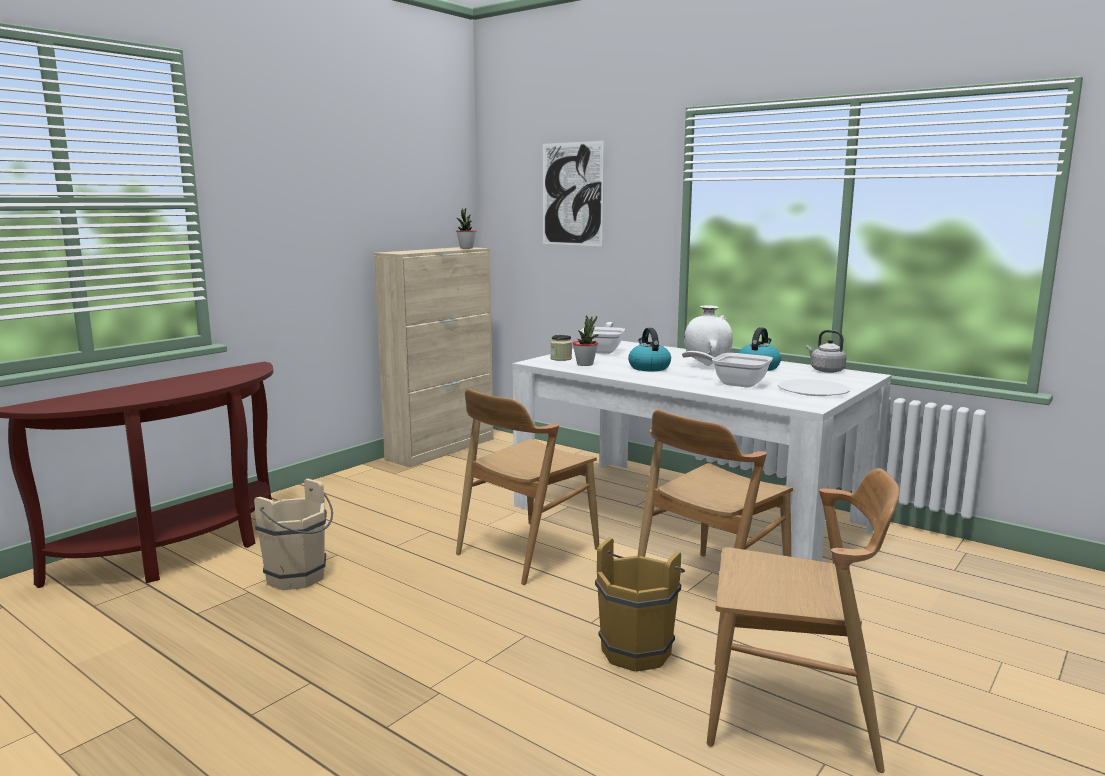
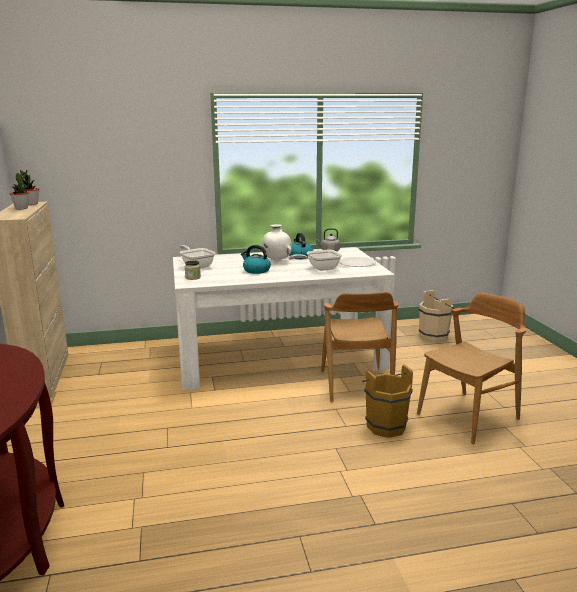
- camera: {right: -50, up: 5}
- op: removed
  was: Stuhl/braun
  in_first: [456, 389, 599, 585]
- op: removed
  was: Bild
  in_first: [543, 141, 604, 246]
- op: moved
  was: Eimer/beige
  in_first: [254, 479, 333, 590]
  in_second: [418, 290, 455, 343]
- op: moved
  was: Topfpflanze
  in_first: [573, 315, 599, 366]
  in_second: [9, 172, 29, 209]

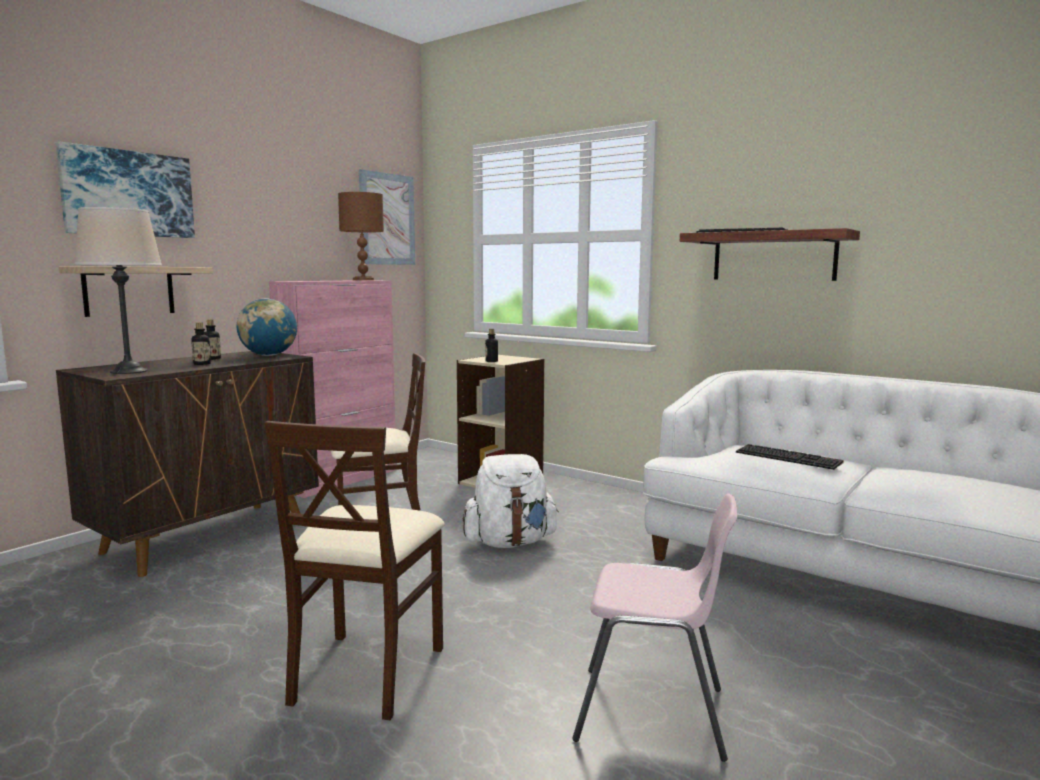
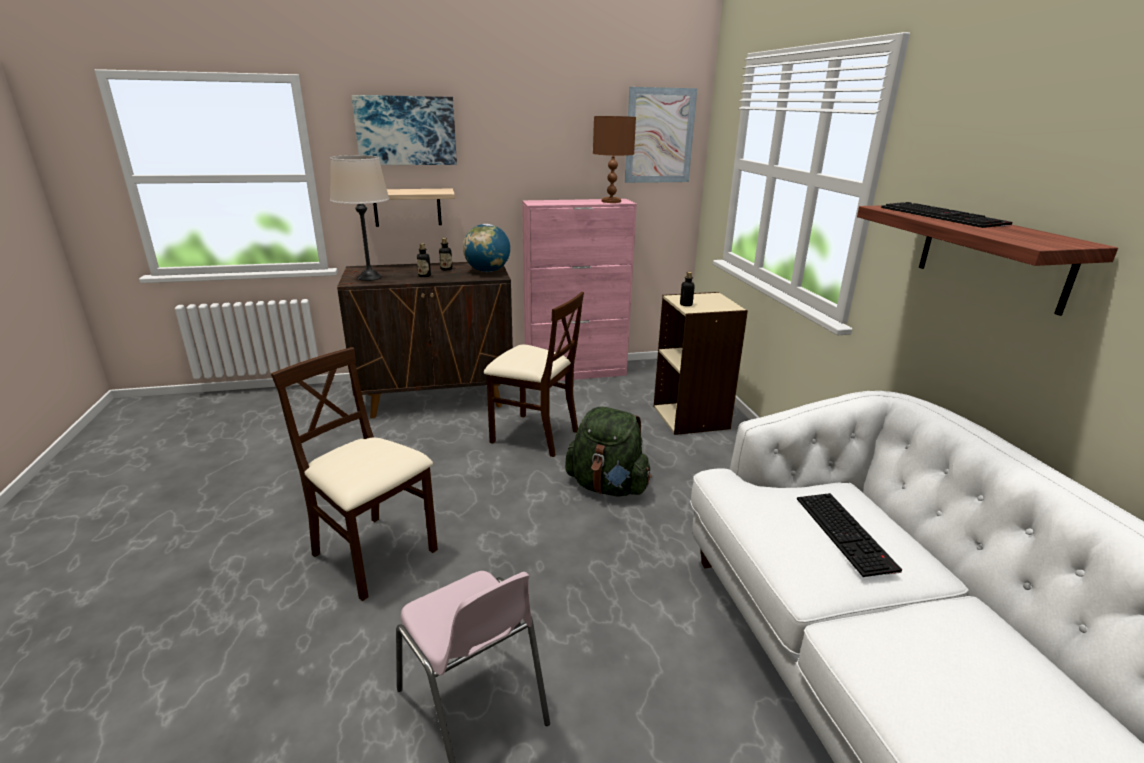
- camera: {right: 40, up: 15}
- op: recoloured
  was: Rucksack/weiß
  now: Rucksack/grün
  in_first: [463, 454, 559, 548]
  in_second: [565, 407, 652, 497]
- op: turned
  was: Stuhl/beige
  in_first: [265, 421, 445, 720]
  in_second: [271, 347, 438, 601]
  clockwise: 75

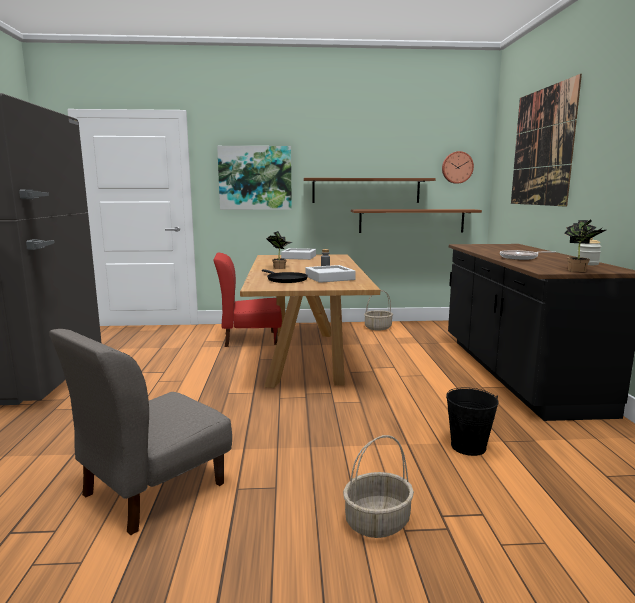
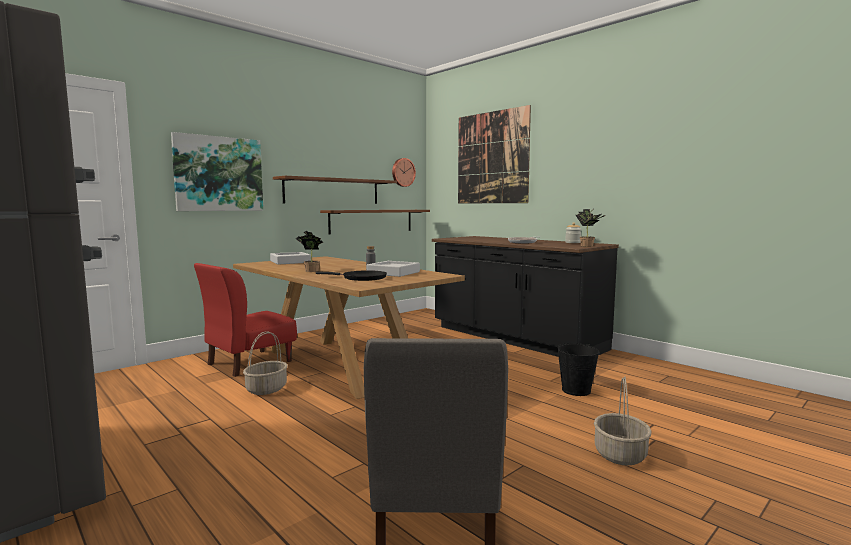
- camera: {right: -40, up: -5}
- op: moved
  was: Korb
  in_first: [364, 290, 393, 330]
  in_second: [243, 331, 288, 395]

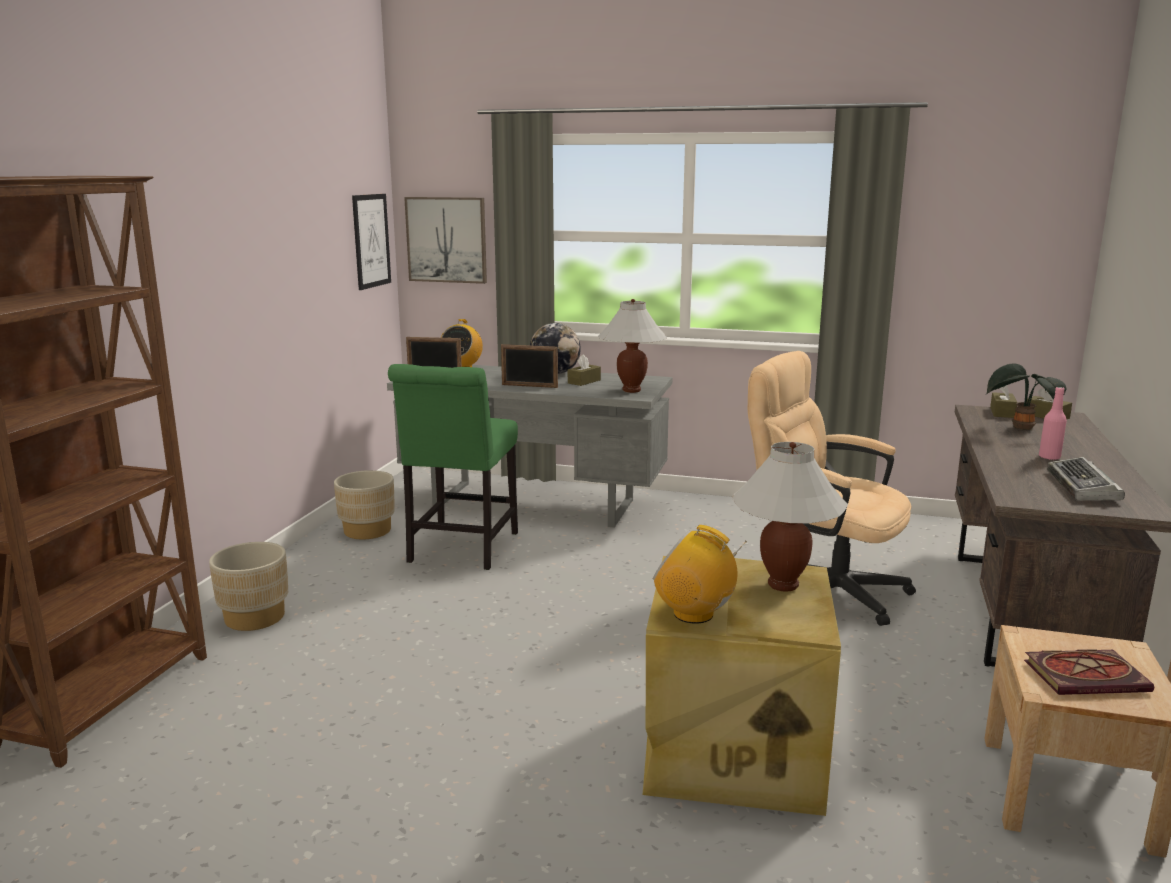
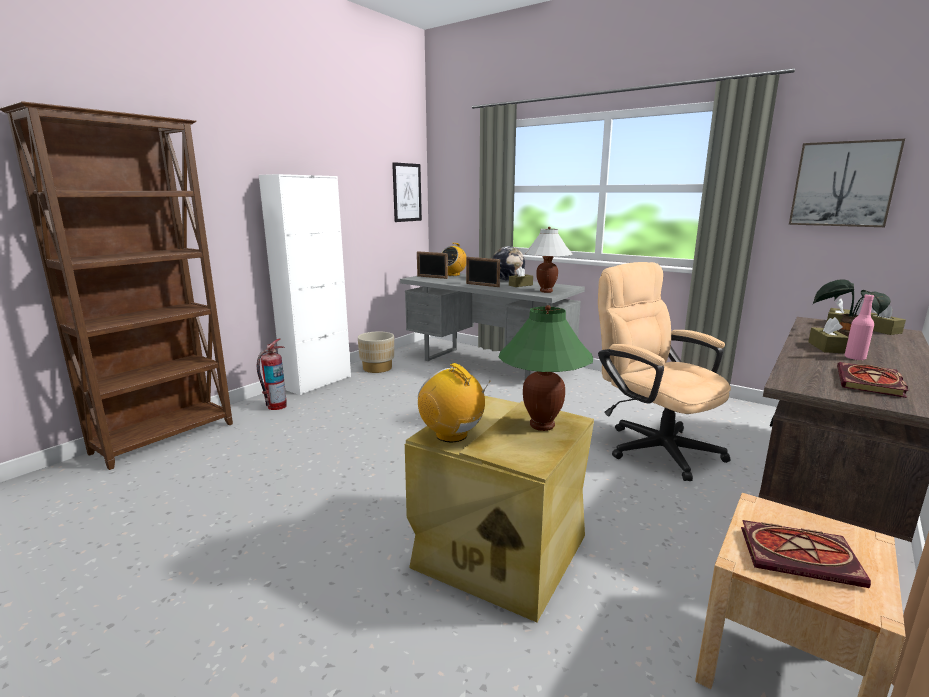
- camera: {right: 20, up: 0}
- op: removed
  was: Stuhl/grün
  in_first: [388, 364, 518, 570]
- op: added
  now: Schrank/weiß
  in_second: [259, 174, 351, 395]
- op: added
  now: Taschentuchbox/braun
  in_second: [808, 317, 848, 354]
- op: moved
  was: Bild
  in_first: [404, 197, 487, 284]
  in_second: [789, 139, 905, 227]
- op: replaced
  was: Pflanzkübel/beige
  now: Feuerlöscher
  in_first: [209, 542, 288, 631]
  in_second: [257, 339, 287, 410]
- op: replaced
  was: Tastatur
  now: Buch
  in_first: [1047, 457, 1125, 501]
  in_second: [837, 362, 908, 398]
- op: recoloured
  was: Tischlampe/weiß
  now: Tischlampe/grün
  in_first: [732, 442, 848, 592]
  in_second: [499, 305, 593, 431]

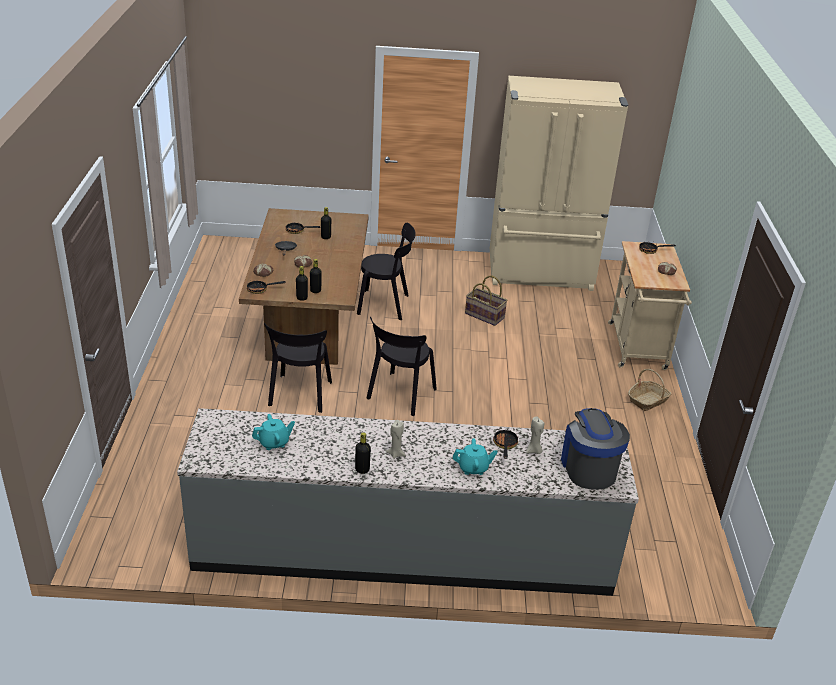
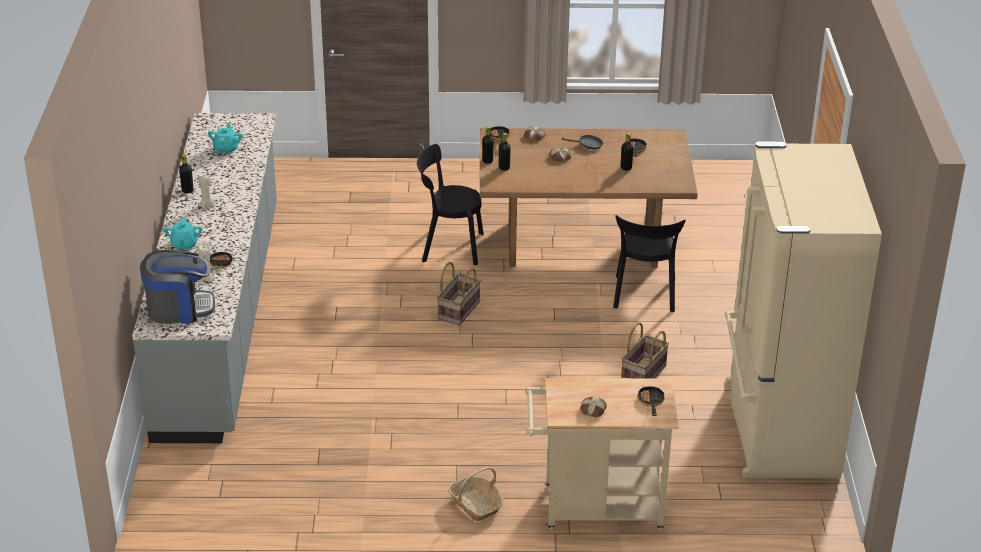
- camera: {right: 90, up: 0}
- op: replaced
  was: Stuhl/schwarz
  now: Korb
  in_first: [366, 317, 437, 416]
  in_second: [437, 262, 481, 326]
- op: turned
  was: Teekanne/türkis
  in_first: [252, 414, 295, 450]
  in_second: [208, 124, 243, 154]
  clockwise: -150

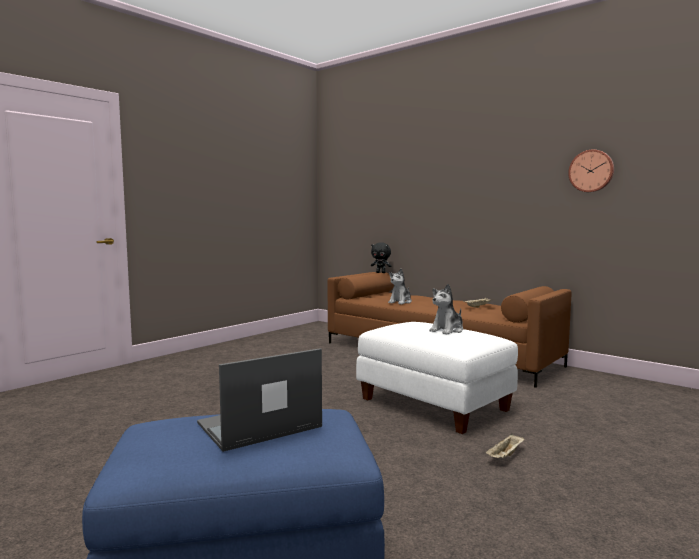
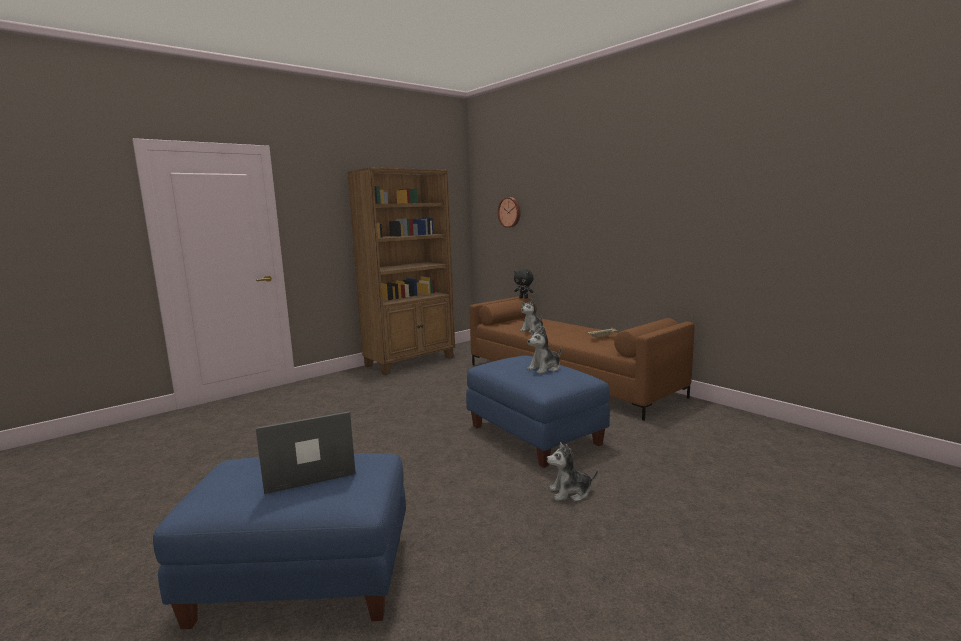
- camera: {right: 10, up: 5}
- op: added
  now: Bücherregal/braun
  in_second: [347, 167, 455, 375]
- op: moved
  was: Wanduhr
  in_first: [568, 149, 614, 192]
  in_second: [497, 197, 521, 228]
- op: replaced
  was: Tablett/beige
  now: Plüschtier
  in_first: [485, 433, 524, 458]
  in_second: [547, 442, 598, 502]
- op: recoloured
  was: Polsterhocker/weiß
  now: Polsterhocker/blau
  in_first: [356, 322, 518, 434]
  in_second: [466, 355, 610, 468]

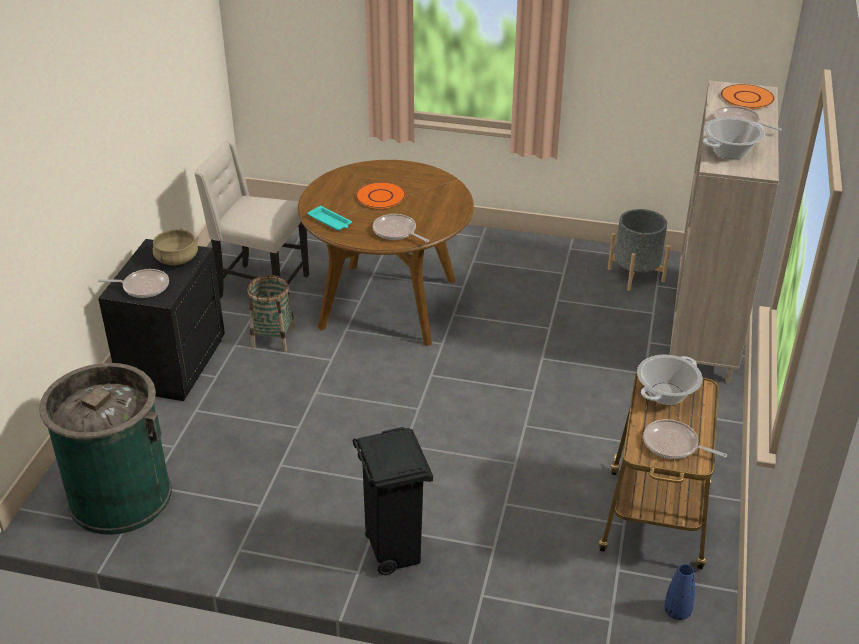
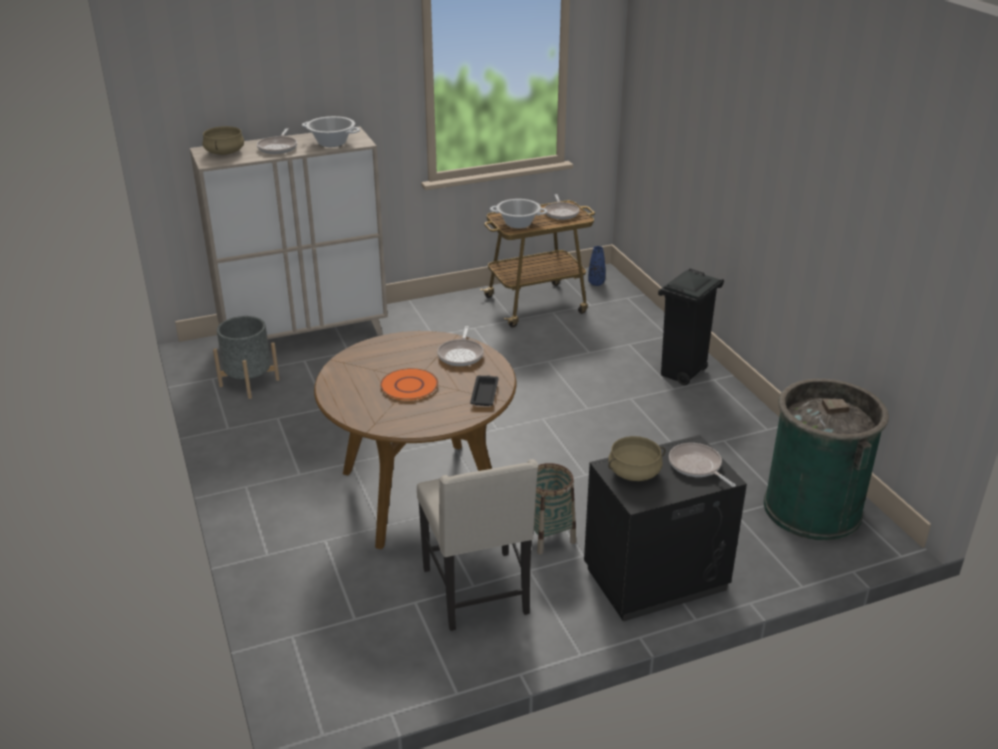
- camera: {right: -125, up: -5}
- op: replaced
  was: Teller/orange
  now: Kochtopf/beige
  in_first: [721, 84, 774, 109]
  in_second: [203, 126, 244, 155]
- op: recoloured
  was: Tablett/türkis
  now: Tablett/schwarz
  in_first: [307, 206, 352, 231]
  in_second: [470, 375, 499, 406]

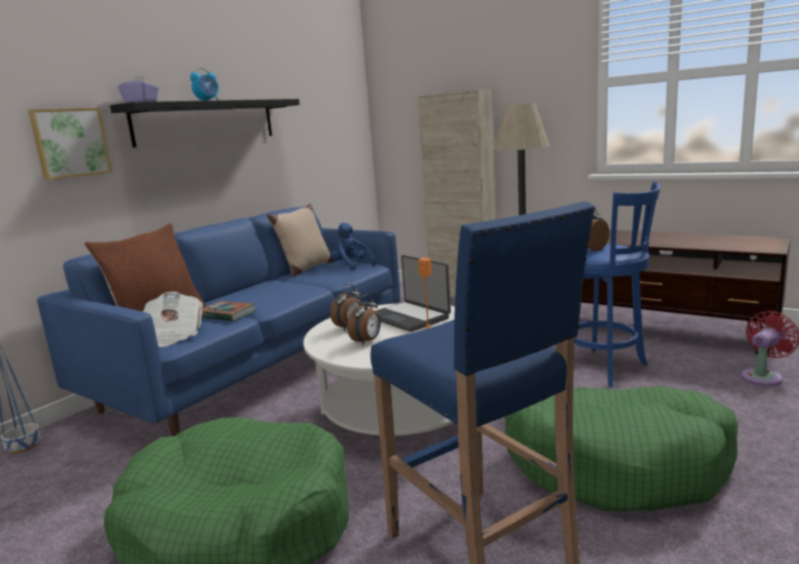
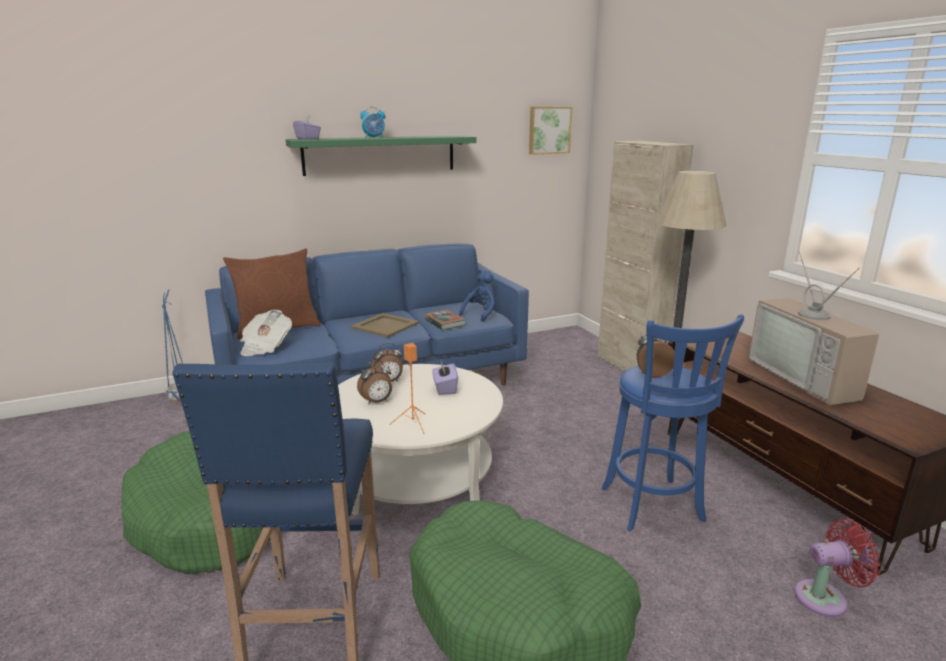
- camera: {right: 30, up: 5}
- op: removed
  was: Kissen/beige
  in_first: [267, 204, 334, 276]
- op: added
  now: Tablett/beige
  in_second: [351, 313, 419, 338]
- op: added
  now: Fernseher
  in_second: [749, 251, 879, 405]
- op: moved
  was: Bild
  in_first: [28, 108, 112, 180]
  in_second: [529, 107, 572, 155]
- op: moved
  was: Buch
  in_first: [201, 301, 256, 321]
  in_second: [424, 310, 466, 330]
- op: replaced
  was: Laptop
  now: Taschentuchbox/lila
  in_first: [376, 255, 451, 332]
  in_second: [432, 361, 458, 395]
- op: recoloured
  was: Wandregal/schwarz
  now: Wandregal/grün
  in_first: [110, 99, 300, 148]
  in_second: [286, 136, 476, 176]
- op: turned
  was: Plüschtier/blau
  in_first: [330, 223, 376, 270]
  in_second: [459, 270, 495, 322]
  clockwise: 45

